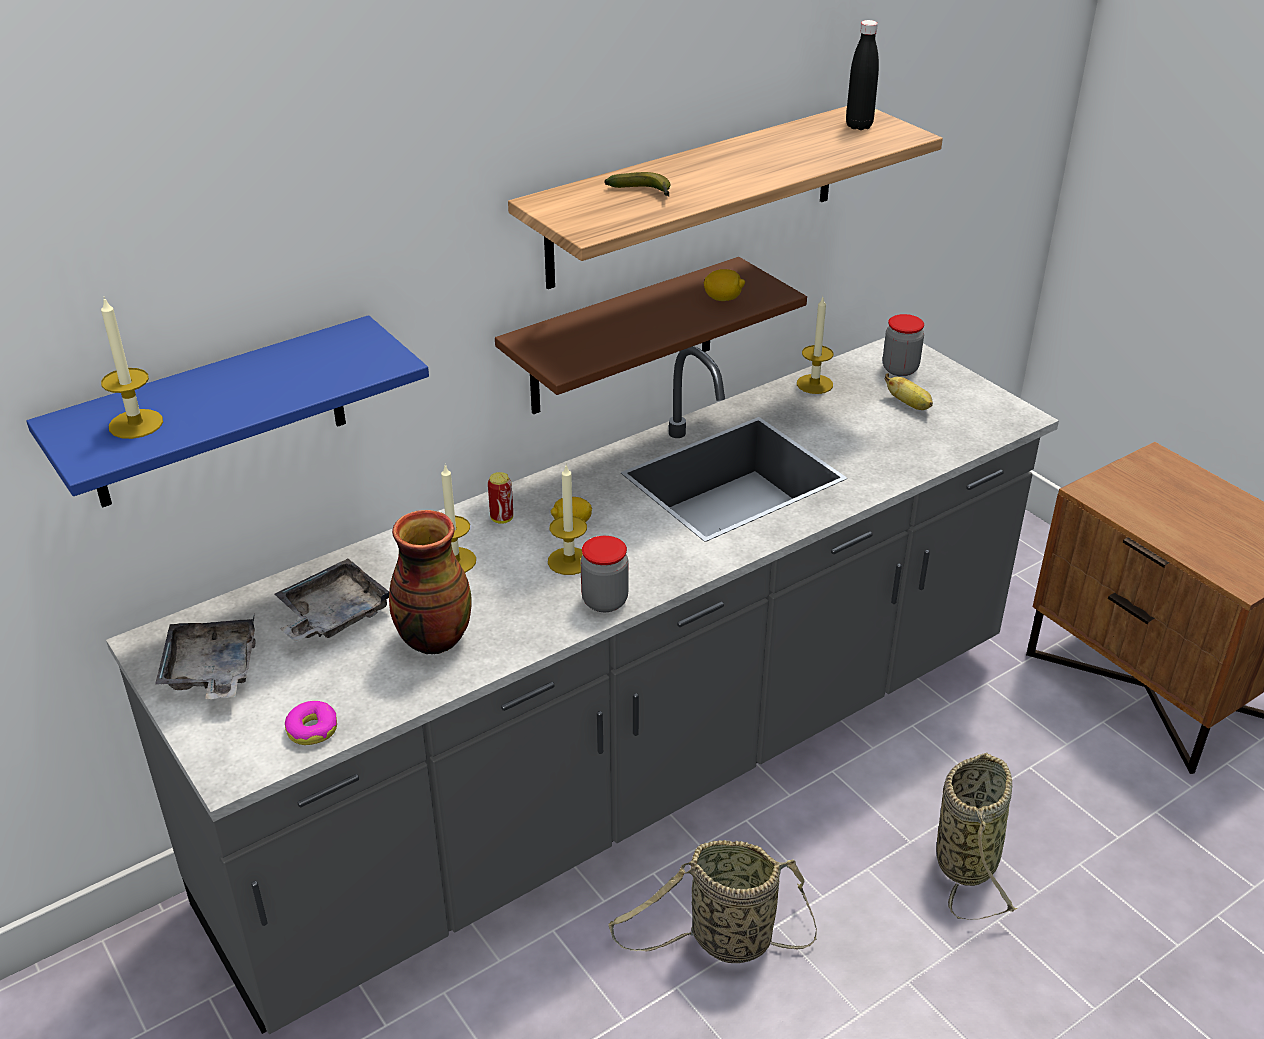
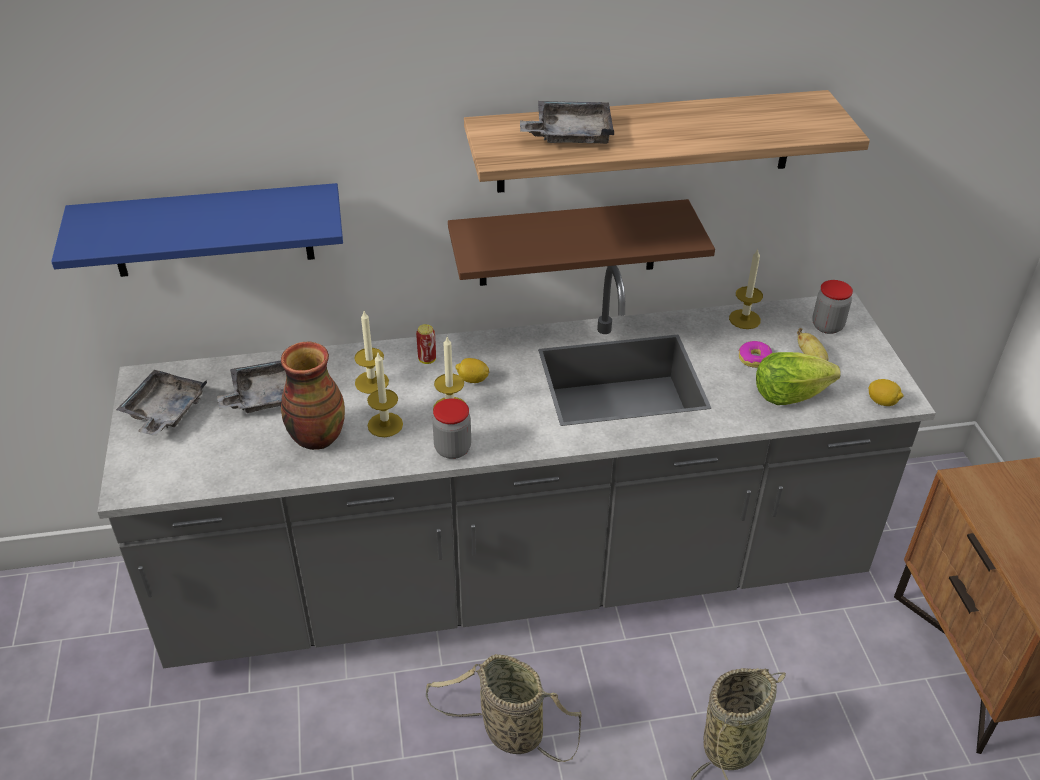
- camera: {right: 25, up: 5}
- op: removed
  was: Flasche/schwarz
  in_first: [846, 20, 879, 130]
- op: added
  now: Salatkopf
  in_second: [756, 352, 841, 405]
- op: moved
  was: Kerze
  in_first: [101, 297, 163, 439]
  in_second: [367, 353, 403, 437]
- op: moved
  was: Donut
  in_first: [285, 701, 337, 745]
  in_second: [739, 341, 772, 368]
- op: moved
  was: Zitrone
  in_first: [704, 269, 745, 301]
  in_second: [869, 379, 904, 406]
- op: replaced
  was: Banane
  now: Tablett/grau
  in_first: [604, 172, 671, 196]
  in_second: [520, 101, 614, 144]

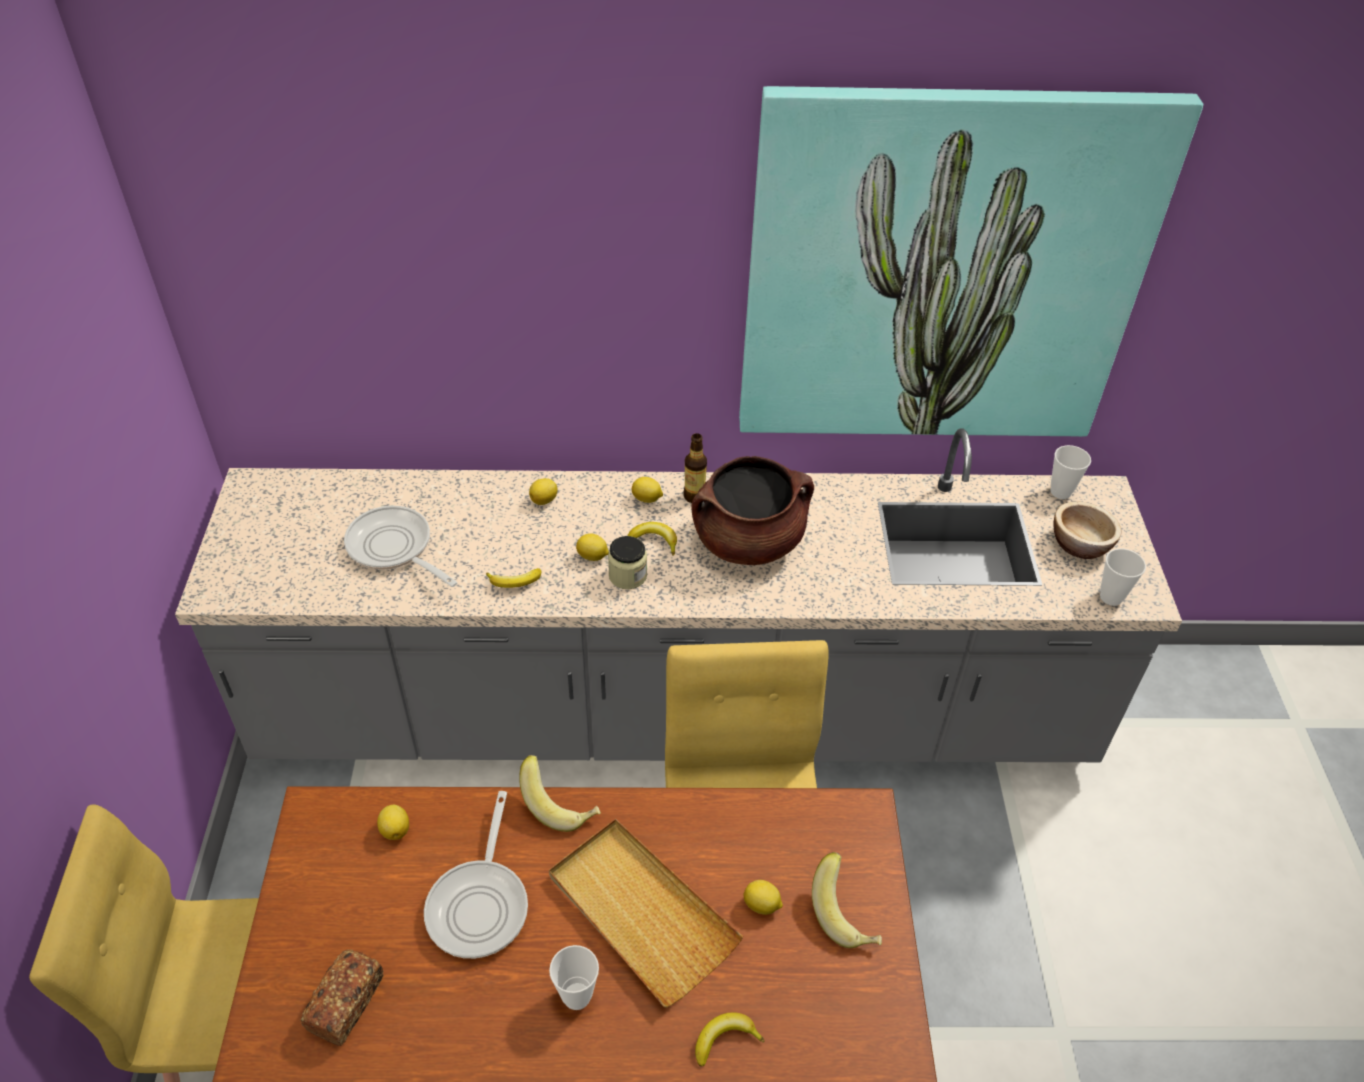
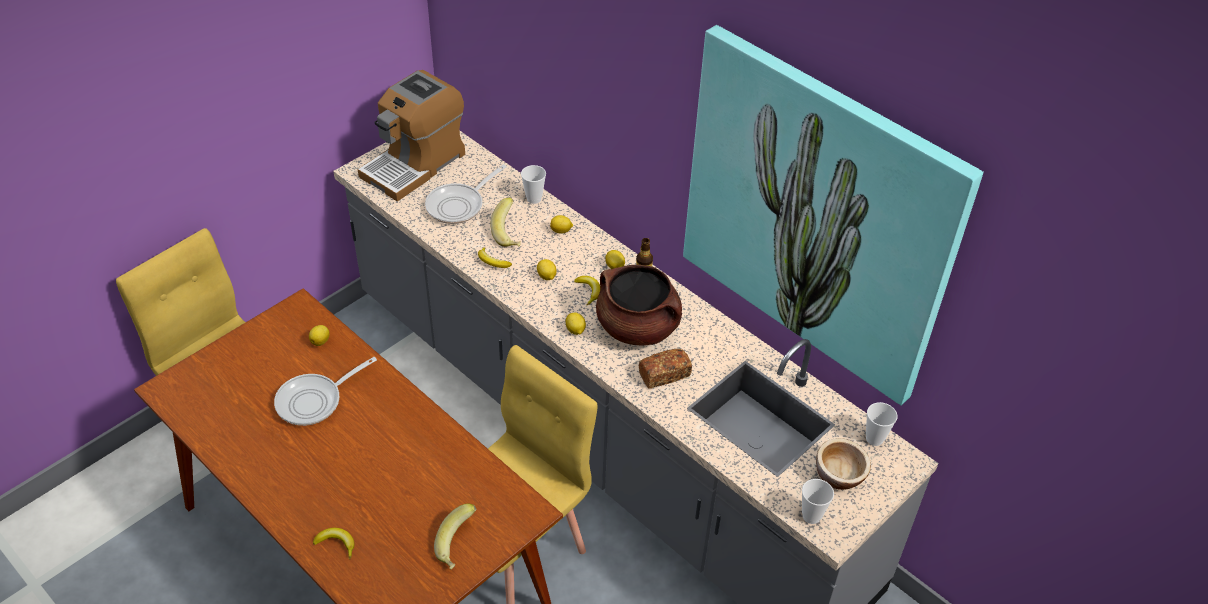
- camera: {right: 45, up: 0}
- op: removed
  was: Tablett/beige
  in_first: [549, 819, 743, 1008]
- op: removed
  was: Vorratsglas
  in_first: [608, 536, 647, 589]
- op: added
  now: Kaffeemaschine
  in_second: [358, 70, 465, 201]
- op: moved
  was: Brot
  in_first: [300, 949, 384, 1046]
  in_second: [639, 349, 692, 389]
- op: moved
  was: Banane
  in_first: [519, 755, 601, 832]
  in_second: [490, 197, 521, 247]
- op: moved
  was: Tasse
  in_first: [549, 945, 599, 1010]
  in_second: [521, 165, 546, 204]
- op: moved
  was: Zitrone
  in_first: [744, 880, 783, 915]
  in_second: [565, 312, 586, 335]
- op: turned
  was: Pfanne
  in_first: [344, 506, 458, 587]
  in_second: [425, 164, 506, 224]
  clockwise: -135

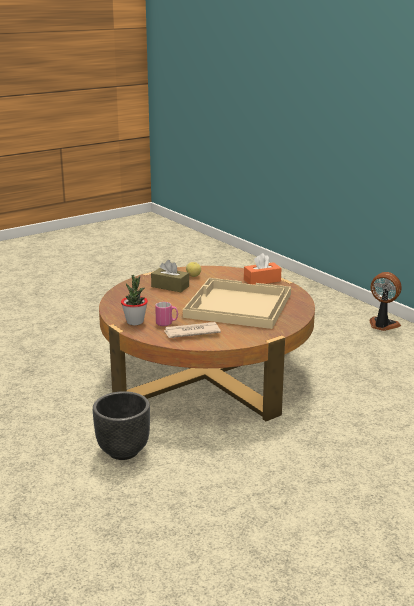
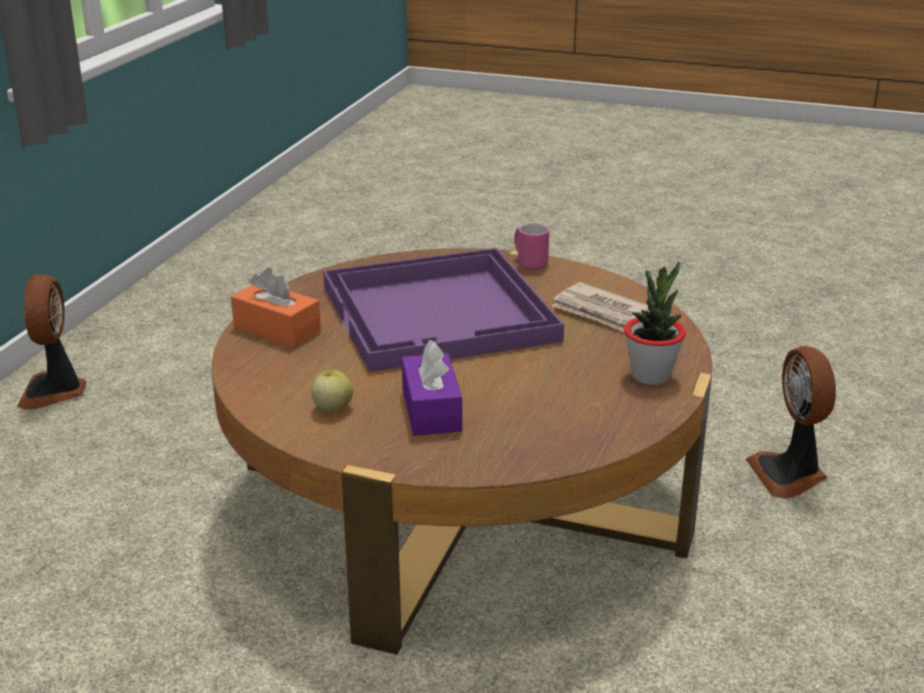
- camera: {right: -125, up: 5}
- op: moved
  was: Henkelbecher/rosa
  in_first: [155, 302, 178, 326]
  in_second: [514, 223, 549, 270]
- op: replaced
  was: Pflanzkübel/schwarz
  now: Ventilator
  in_first: [93, 391, 150, 460]
  in_second: [746, 346, 836, 499]
- op: recoloured
  was: Taschentuchbox/braun
  now: Taschentuchbox/lila
  in_first: [151, 260, 189, 292]
  in_second: [402, 340, 462, 436]
- op: recoloured
  was: Tablett/beige
  now: Tablett/lila
  in_first: [183, 278, 291, 329]
  in_second: [323, 248, 564, 372]

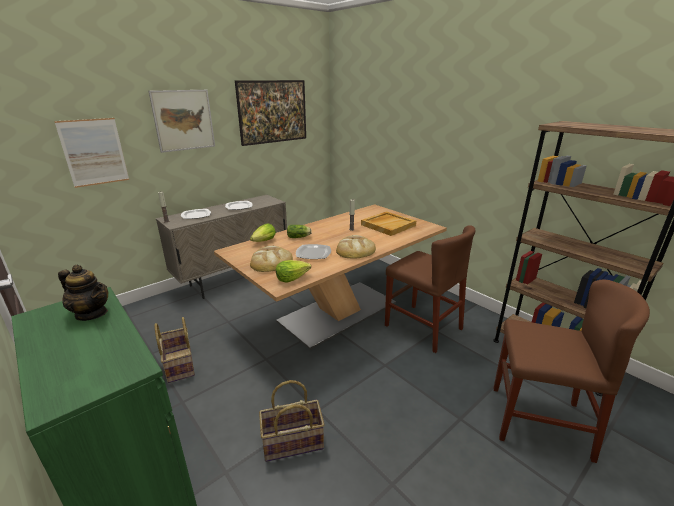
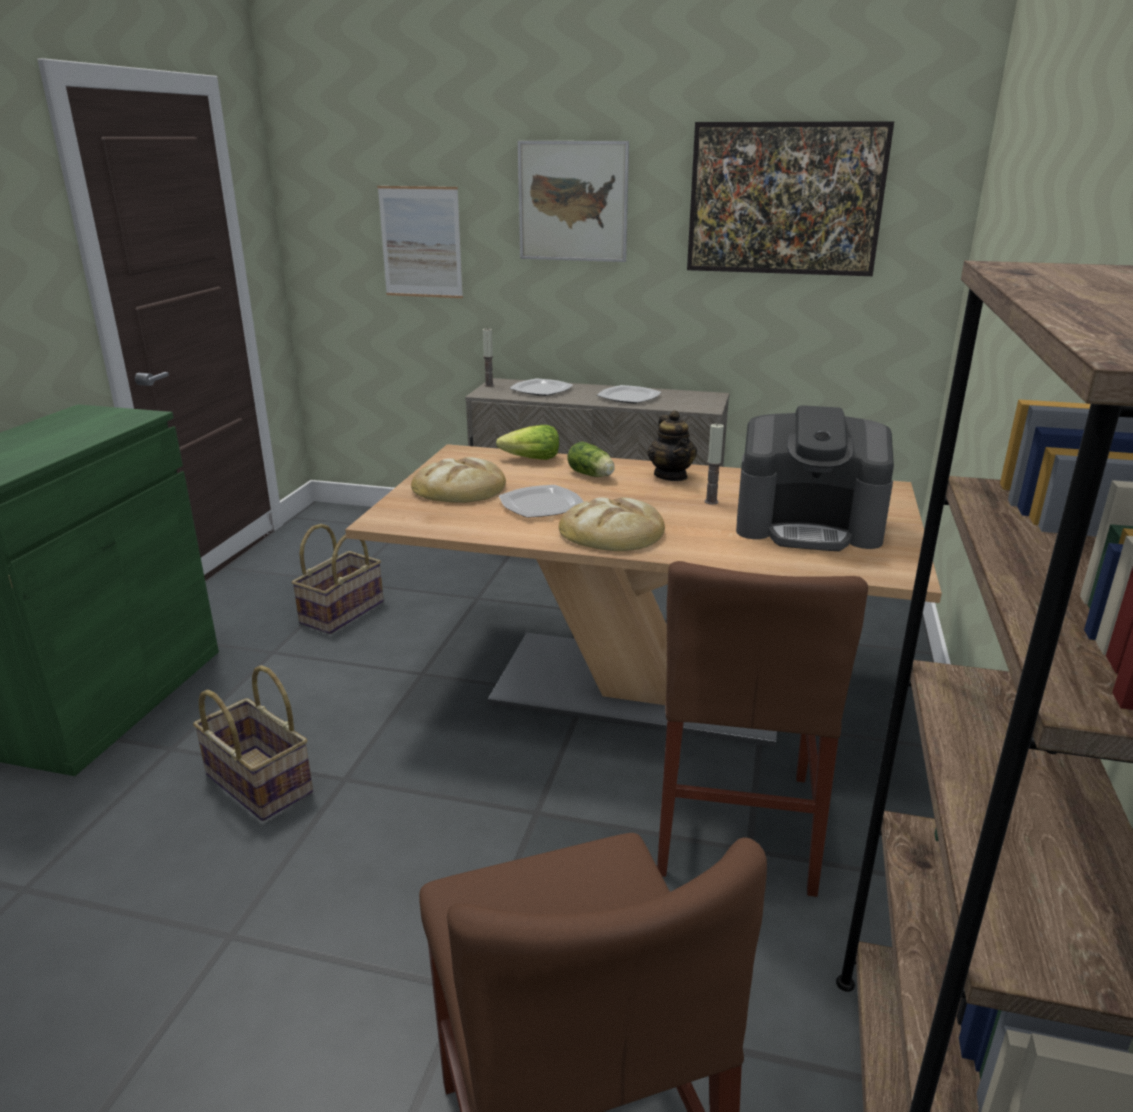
- camera: {right: 55, up: 0}
- op: removed
  was: Salatkopf
  in_first: [276, 260, 311, 283]
- op: moved
  was: Teekanne
  in_first: [58, 265, 108, 321]
  in_second: [647, 410, 697, 481]
- op: replaced
  was: Tablett/beige
  now: Kaffeemaschine
  in_first: [361, 211, 416, 236]
  in_second: [736, 405, 894, 551]

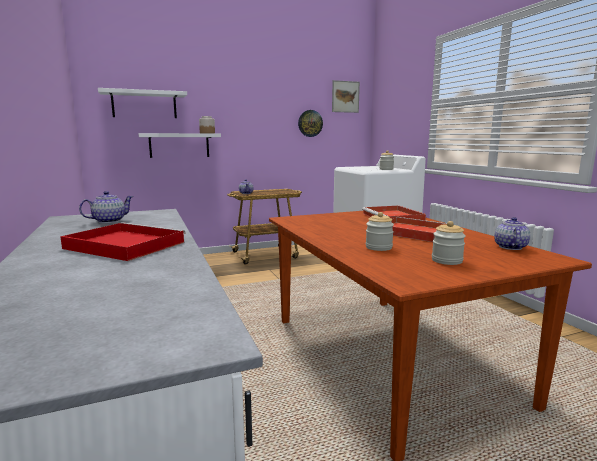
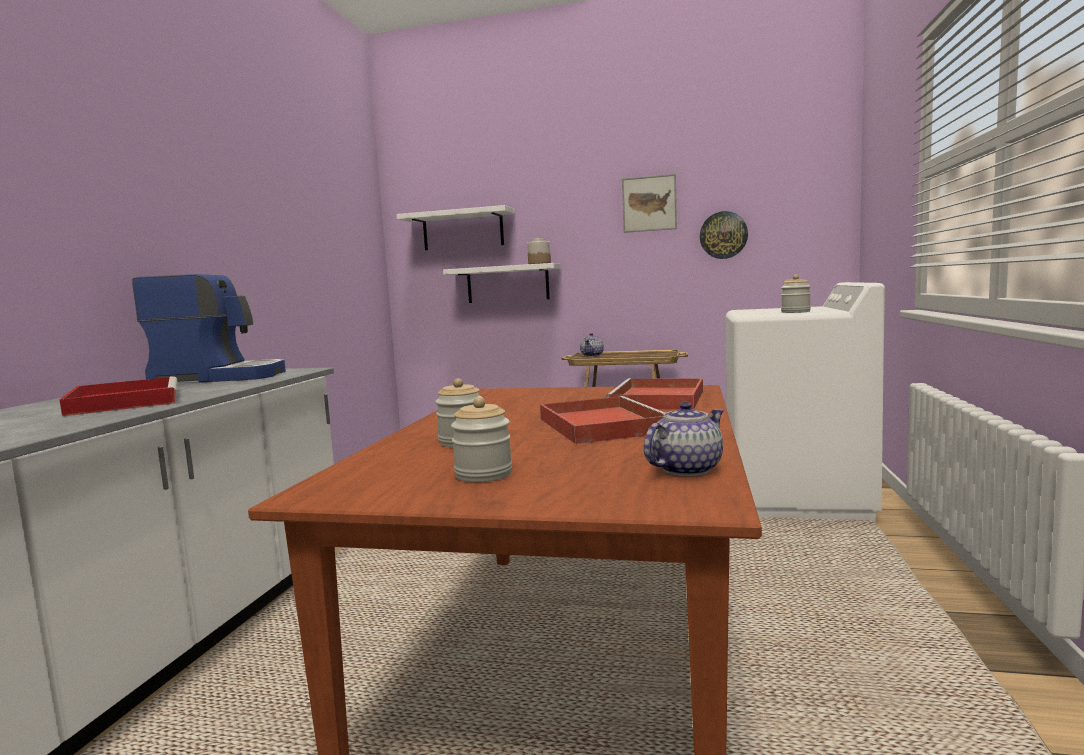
- camera: {right: 35, up: -5}
- op: moved
  was: Bild
  in_first: [332, 80, 360, 113]
  in_second: [622, 174, 677, 233]
- op: replaced
  was: Teekanne
  now: Kaffeemaschine
  in_first: [79, 191, 134, 223]
  in_second: [132, 274, 286, 383]

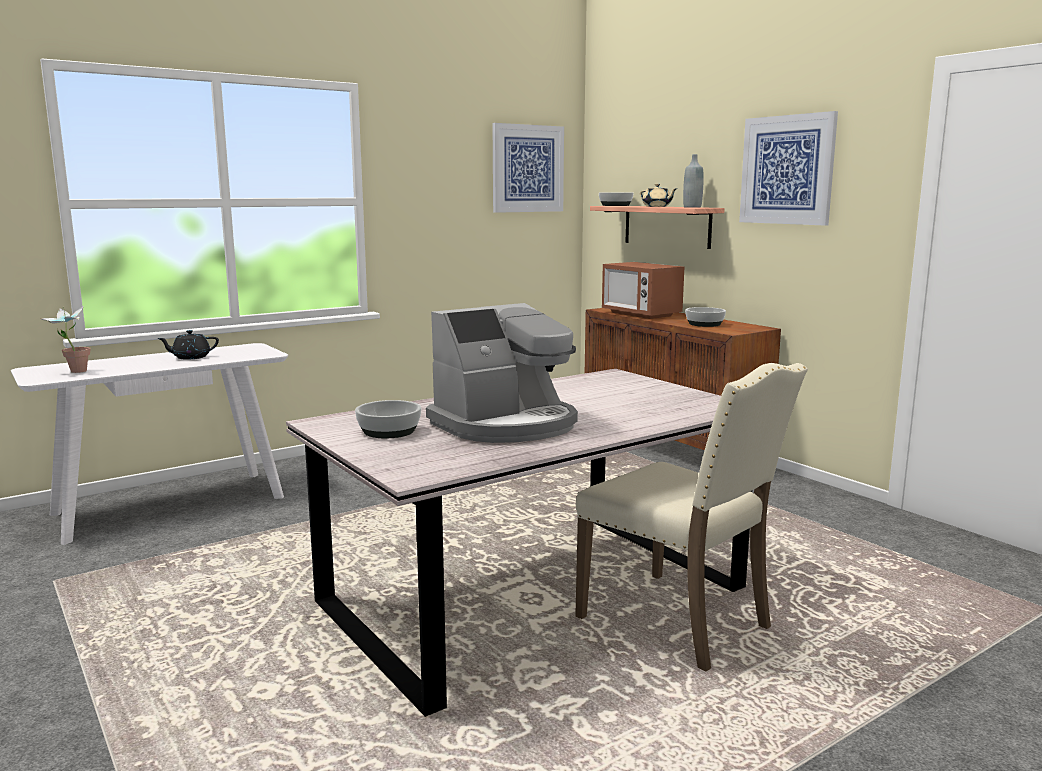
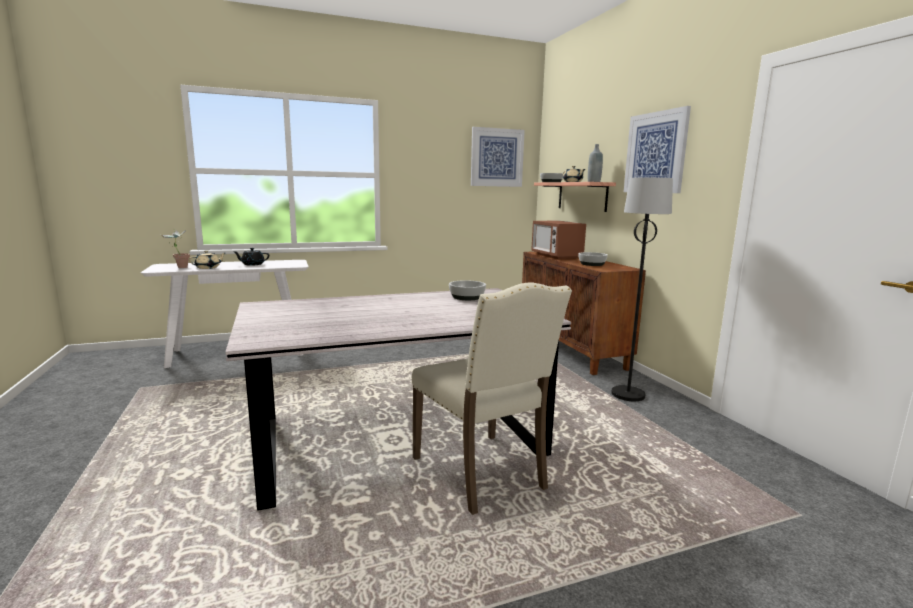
- camera: {right: 15, up: 0}
- op: removed
  was: Kaffeemaschine
  in_first: [426, 303, 578, 443]
- op: added
  now: Teekanne/beige
  in_second: [188, 250, 225, 269]
- op: added
  now: Stehlampe/schwarz
  in_second: [611, 178, 673, 401]
- op: moved
  was: Schüssel
  in_first: [355, 400, 421, 438]
  in_second: [449, 280, 486, 300]

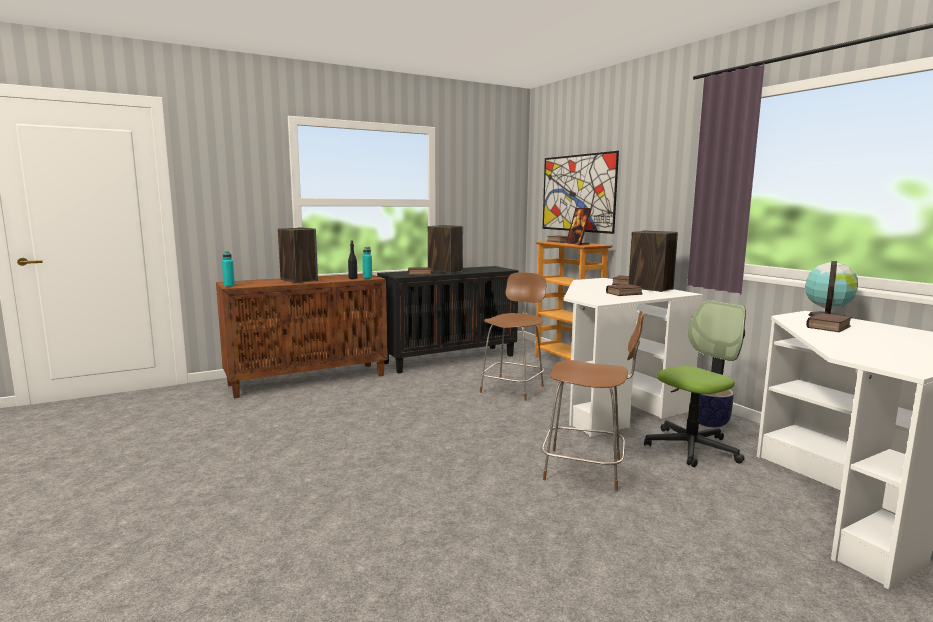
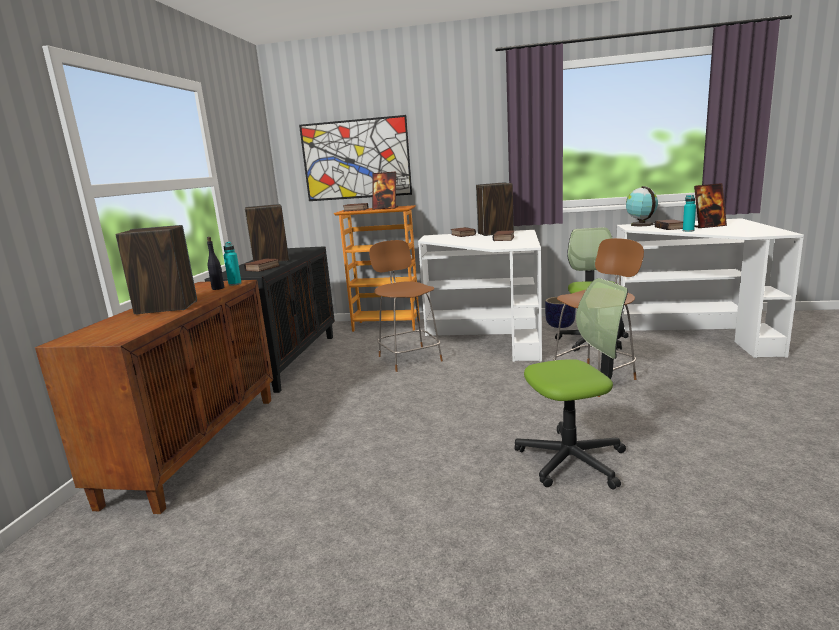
- camera: {right: -50, up: 5}
- op: added
  now: Bürostuhl
  in_second: [514, 278, 628, 489]
- op: added
  now: Bilderrahmen
  in_second: [694, 183, 727, 228]
- op: moved
  was: Flasche/türkis
  in_first: [222, 251, 235, 287]
  in_second: [683, 195, 696, 232]

